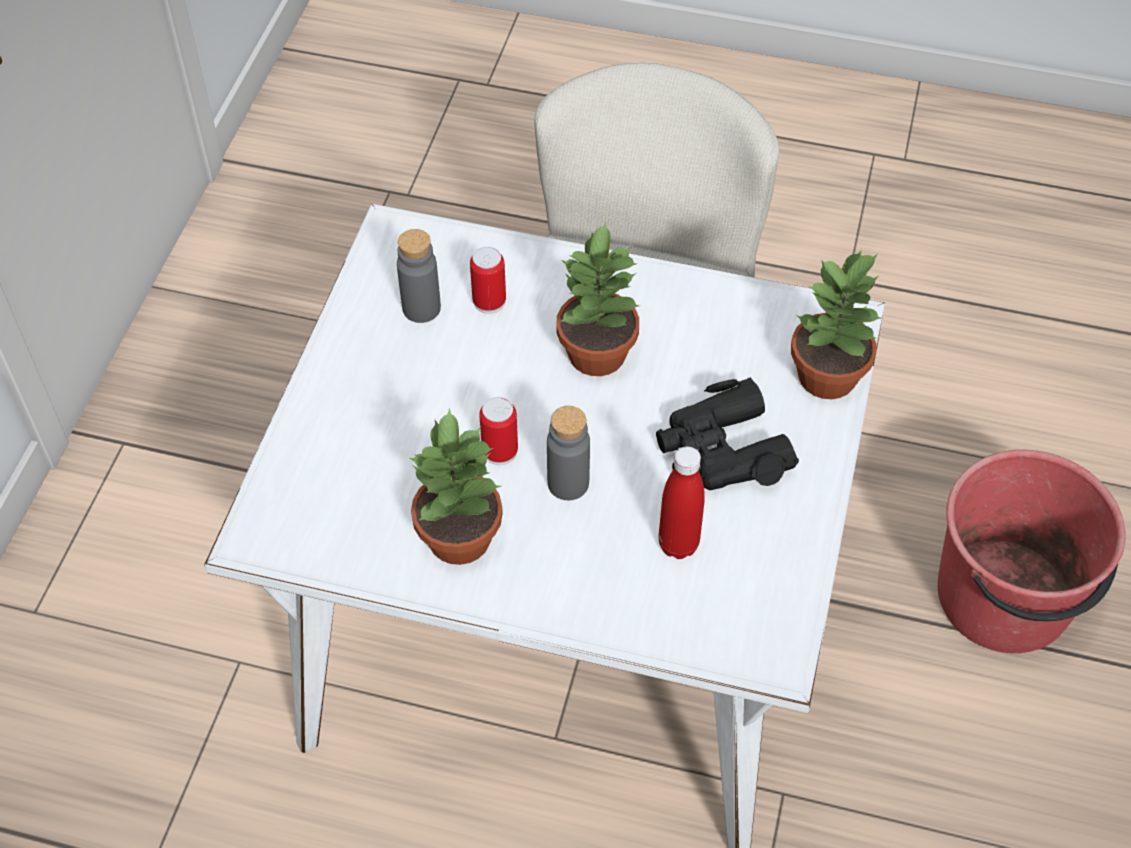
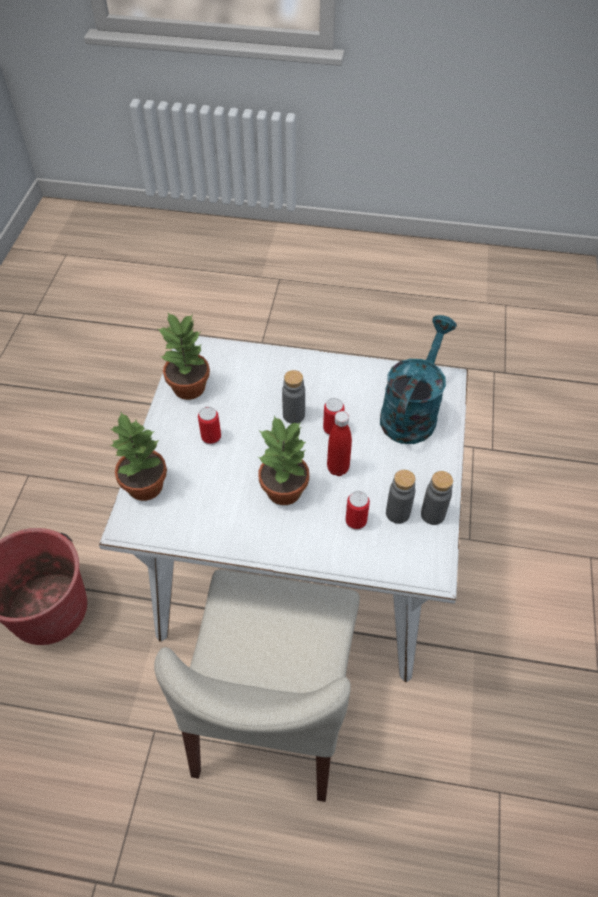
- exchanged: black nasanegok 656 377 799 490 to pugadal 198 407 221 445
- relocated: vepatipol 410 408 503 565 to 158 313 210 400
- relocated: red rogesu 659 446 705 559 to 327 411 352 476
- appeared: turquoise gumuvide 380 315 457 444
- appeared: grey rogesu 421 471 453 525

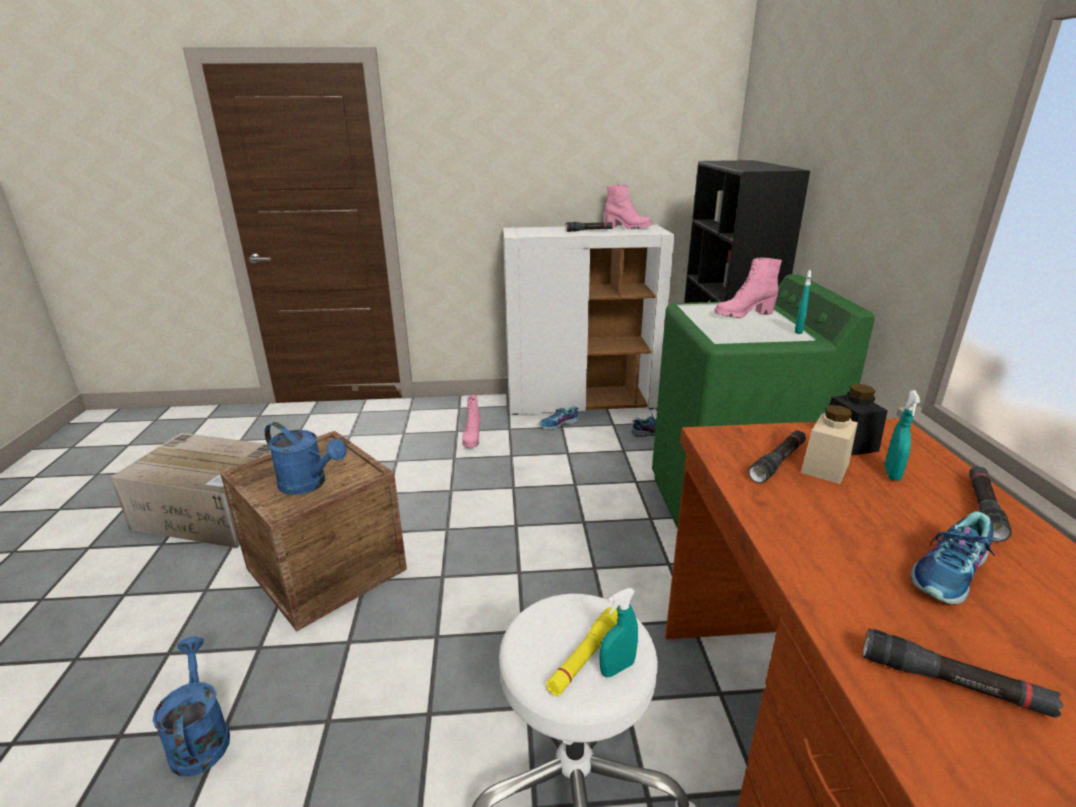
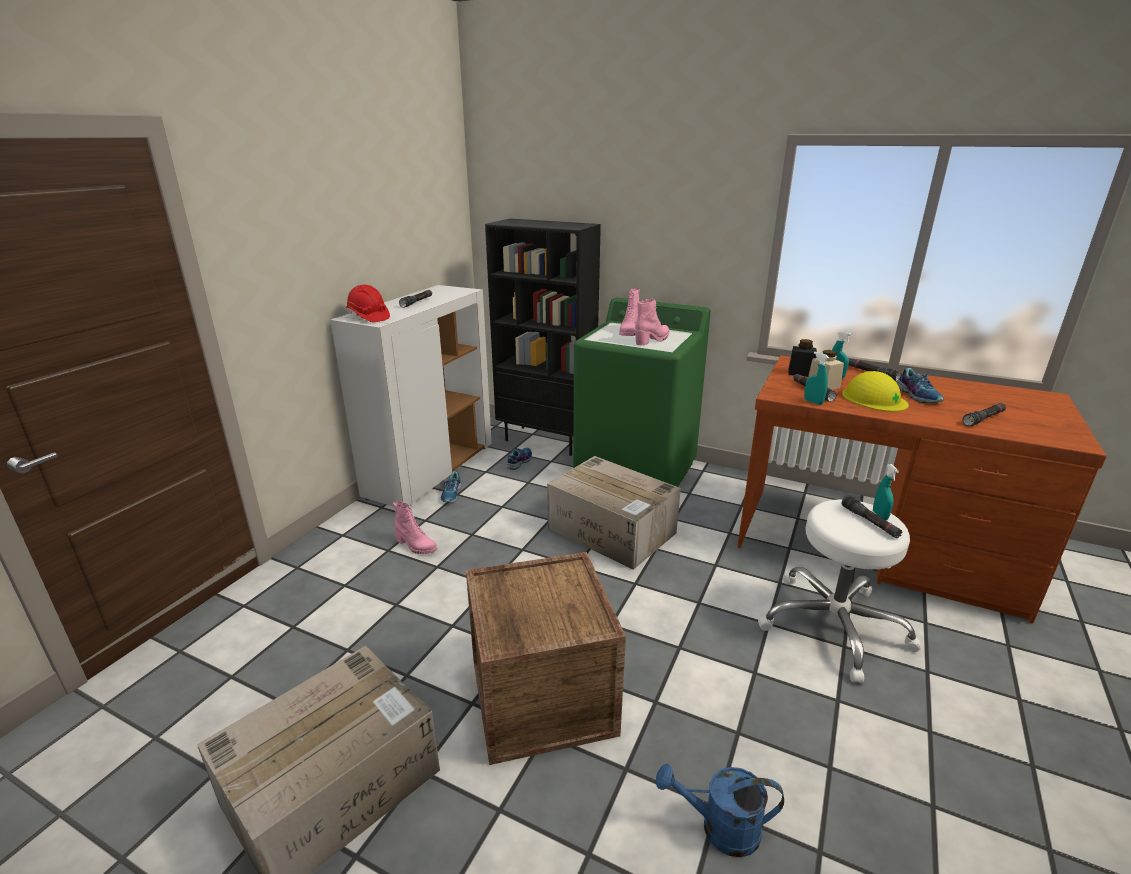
- relocated: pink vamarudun 605 185 652 229 to 635 298 669 345
- relocated: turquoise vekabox 795 270 811 334 to 804 352 829 405
- missing: blue gumuvide 265 422 347 495
- colour: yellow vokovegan 546 607 618 696 to black vokovegan 842 496 903 538
- appeared: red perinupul 346 285 390 322
- appeared: yellow perinupul 842 371 909 412
- appeared: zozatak 547 456 681 570

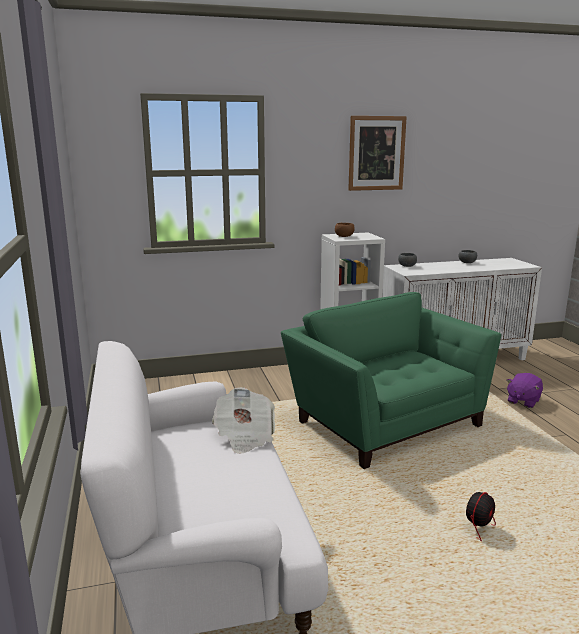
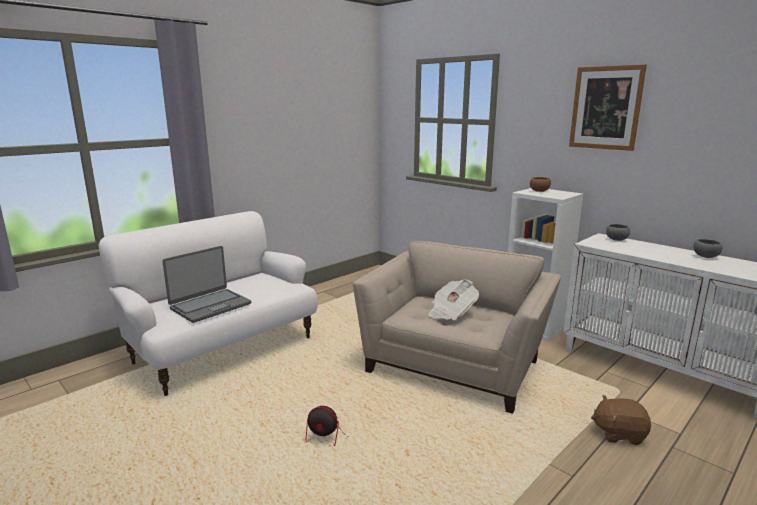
- colour: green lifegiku 281 292 501 469 to beige lifegiku 353 241 561 414
- colour: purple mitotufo 507 373 543 408 to brown mitotufo 591 395 651 445
- relocated: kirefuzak 212 387 275 454 to 428 280 479 320
- appeared: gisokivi 162 246 251 323

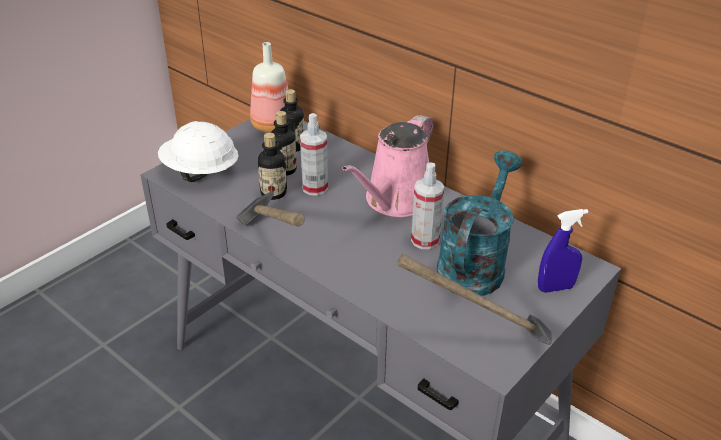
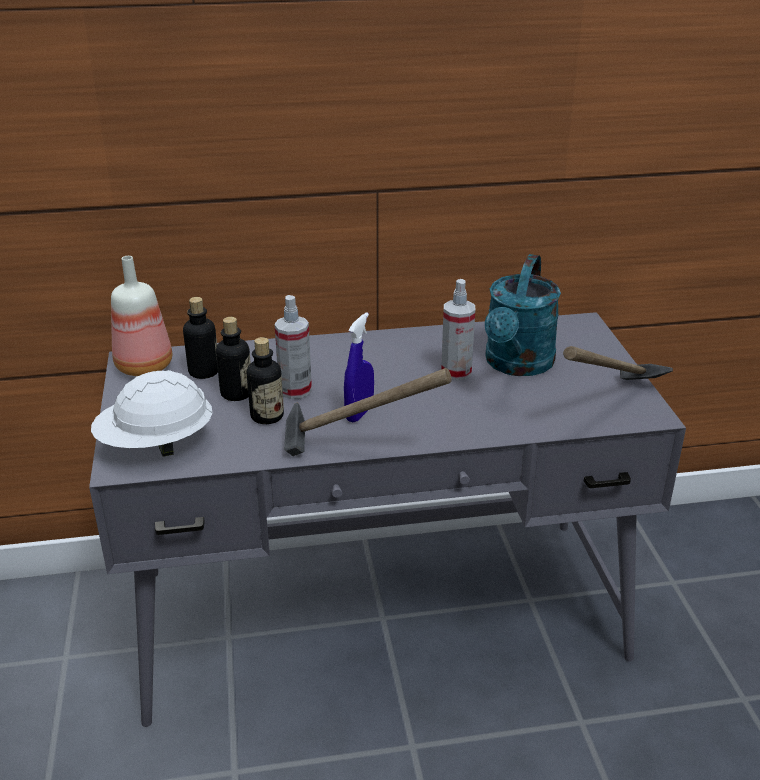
- missing: pink gumuvide 342 115 433 217
- spun: turquoise gumuvide 437 150 523 296 = 485 254 561 376 135 degrees counterclockwise
- relocated: blue vekabox 538 209 589 293 to 344 312 374 422

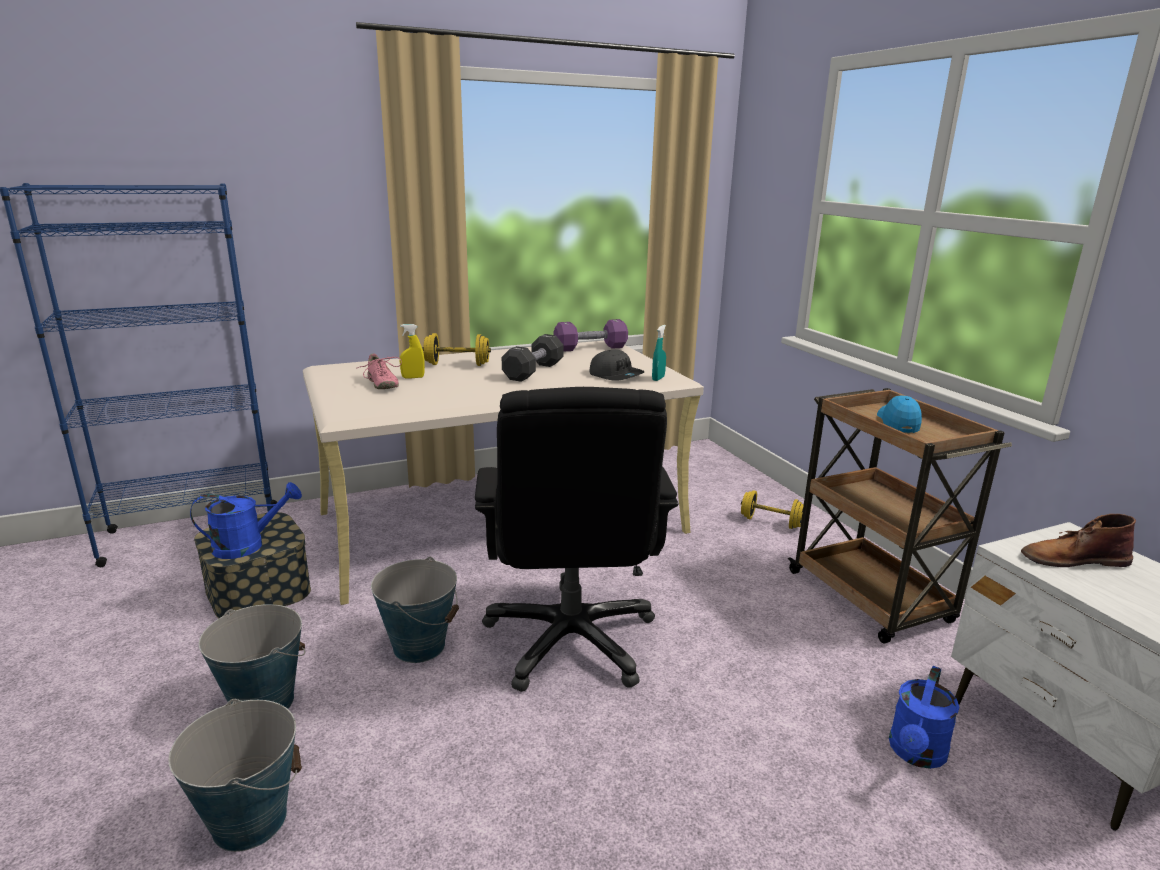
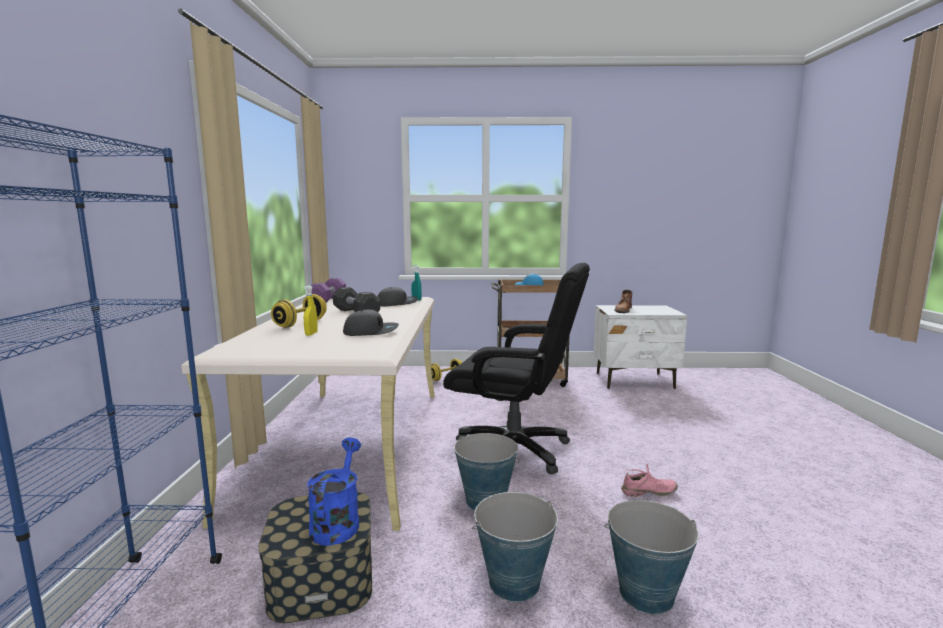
- relocated: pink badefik 356 353 402 389 to 621 464 678 497
- missing: blue gumuvide 889 666 959 769
- appeared: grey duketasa 343 310 399 336

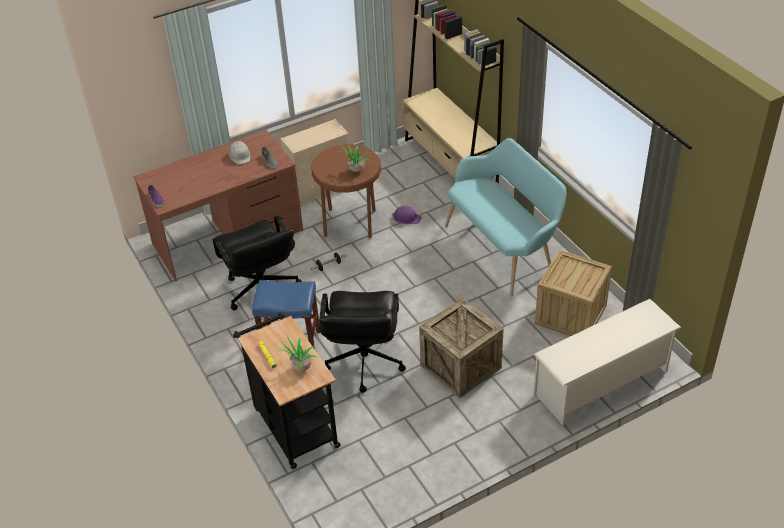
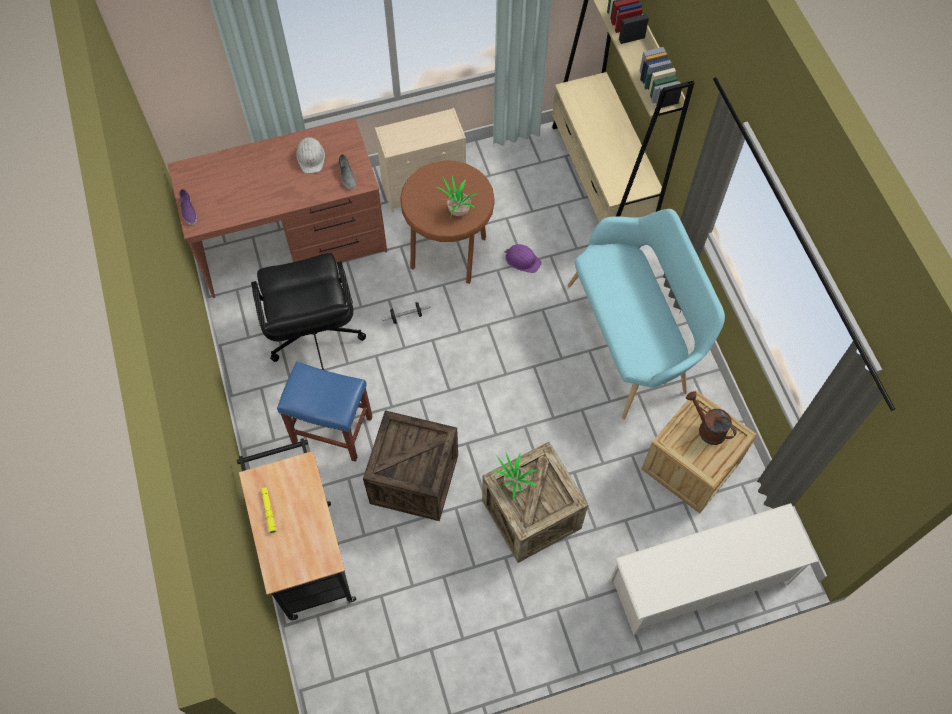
- exchanged: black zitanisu 319 291 406 393 to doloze 363 410 458 521
- relocated: vepatipol 276 337 317 371 to 490 451 536 503
- appeared: brown gumuvide 686 391 737 445

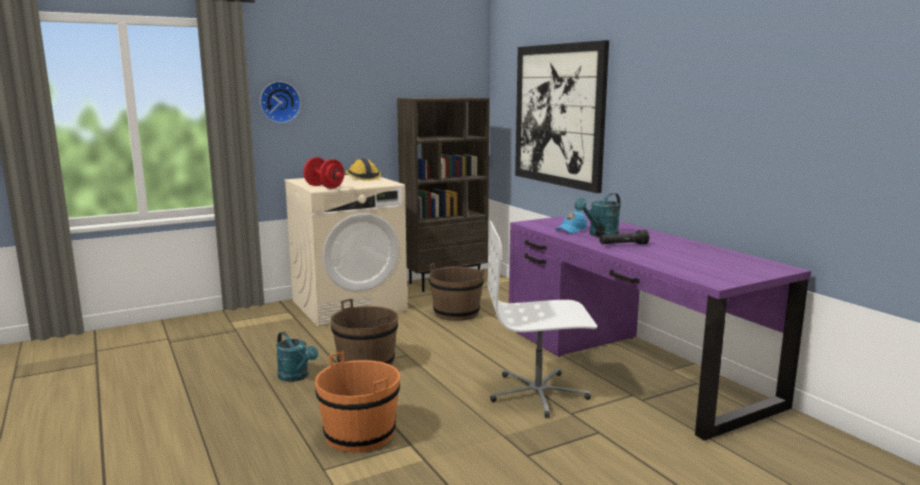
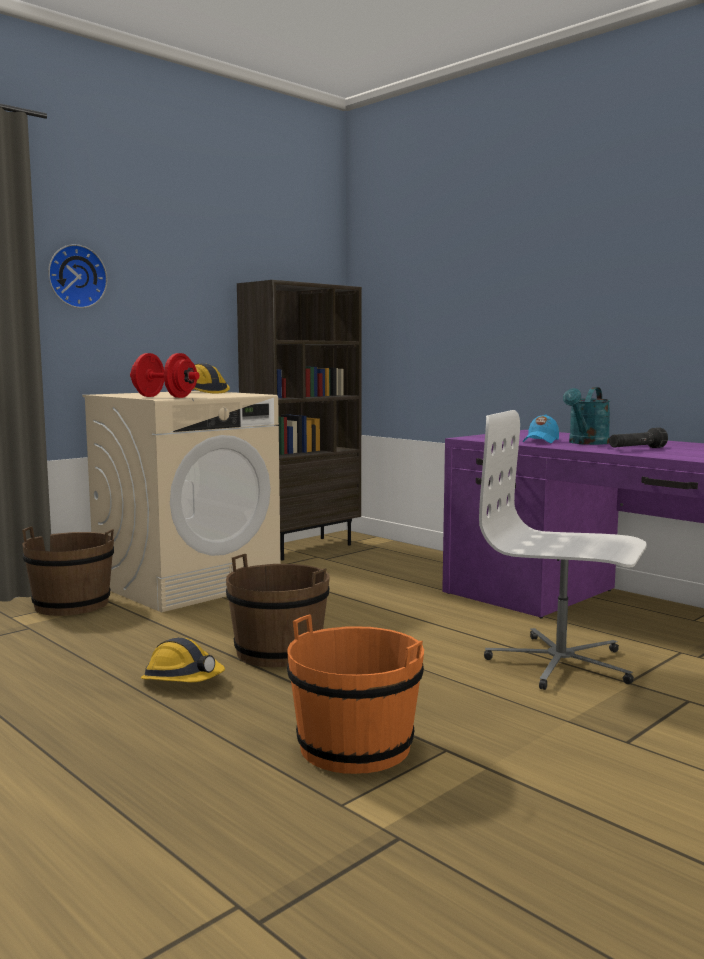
- missing: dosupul 515 40 609 193
- spun: white zitanisu 488 221 597 418 = 479 410 647 690 45 degrees clockwise
- relocated: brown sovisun 429 263 485 321 to 22 526 114 616
- exchanged: turquoise gumuvide 276 332 318 382 to perinupul 141 637 225 682

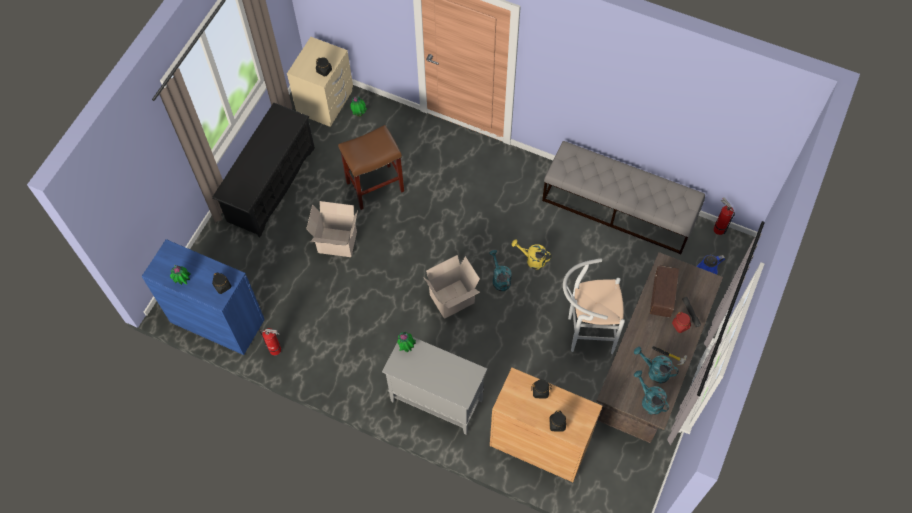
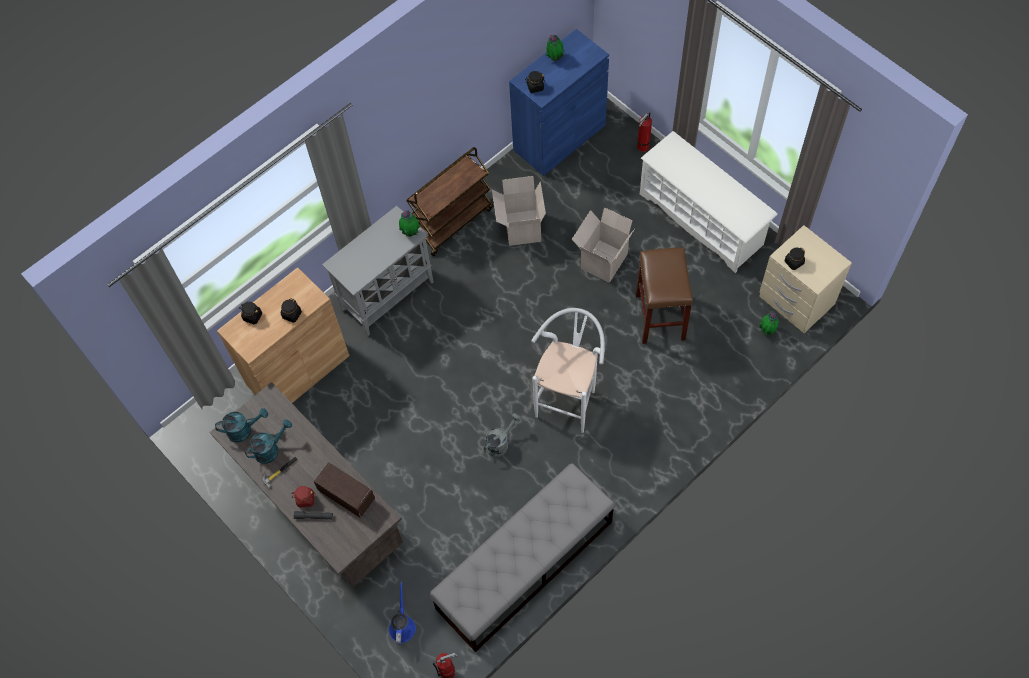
- colour: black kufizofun 212 103 315 237 to white kufizofun 640 131 778 273
- colour: yellow gumuvide 511 240 552 269 to grey gumuvide 484 413 521 457
- missing: turquoise gumuvide 489 250 512 291
- relocated: zozatak 424 255 480 319 to 492 176 546 246
- relocated: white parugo 563 258 625 354 to 531 308 605 433
- relocated: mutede 259 328 281 355 to 637 112 652 152
- appeared: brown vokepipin 406 147 493 256

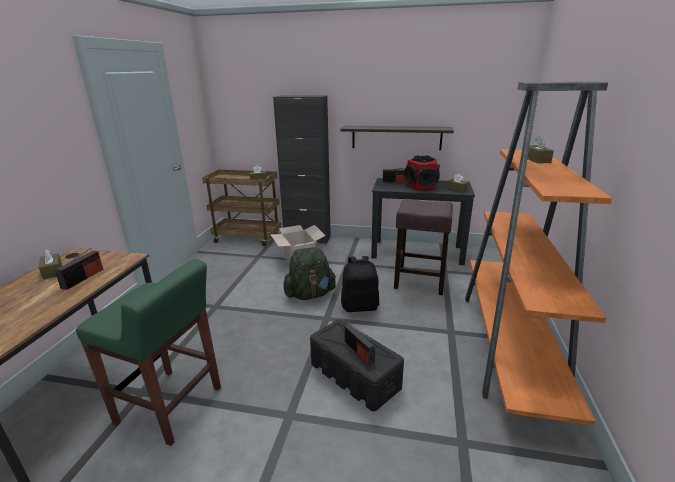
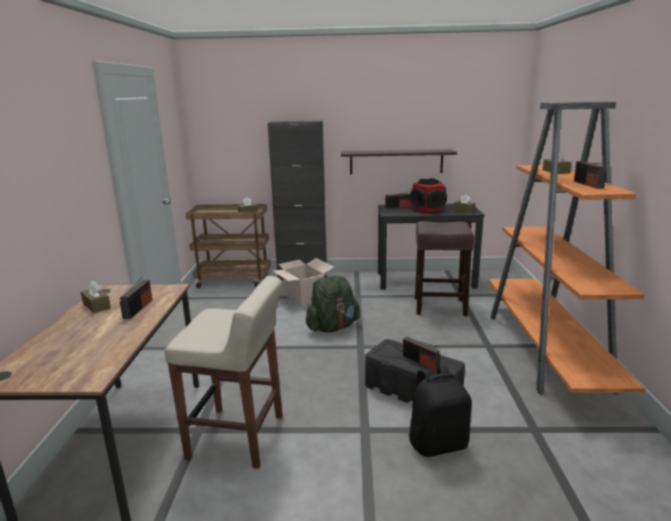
- relocated: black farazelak 341 256 379 312 to 409 366 472 457
- colour: green parugo 76 259 221 446 to beige parugo 165 276 283 469
- appeared: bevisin 574 161 607 189

